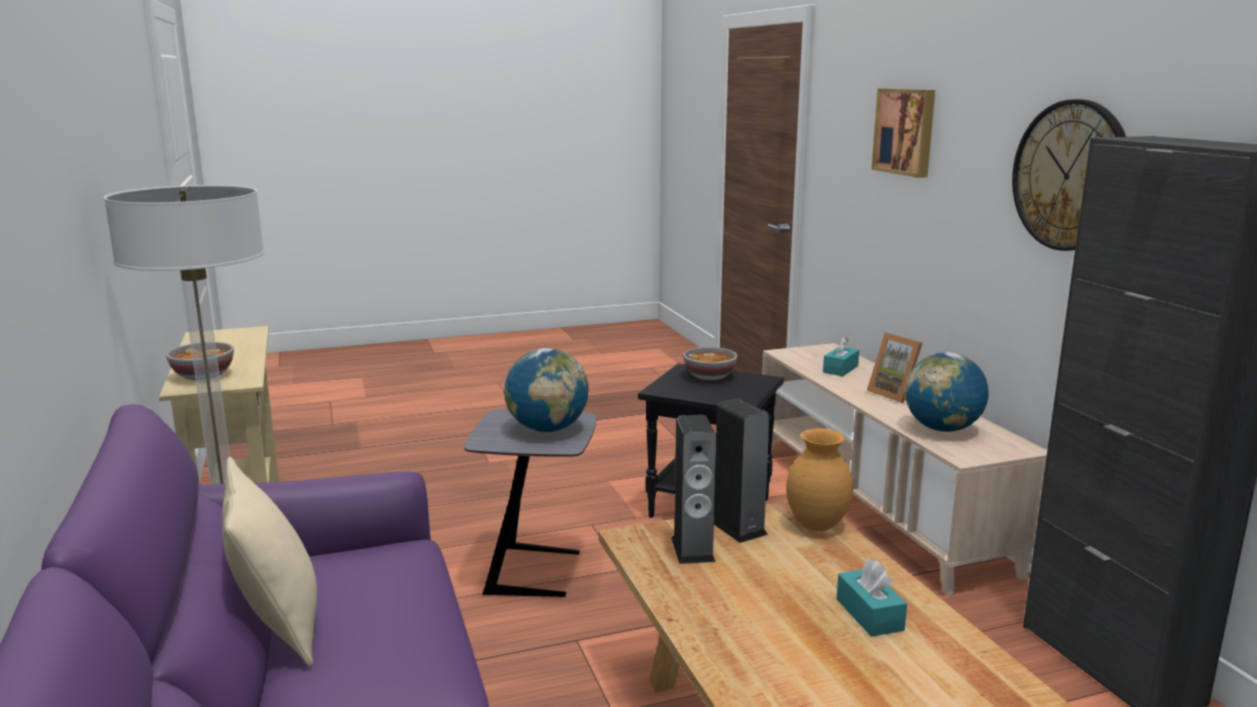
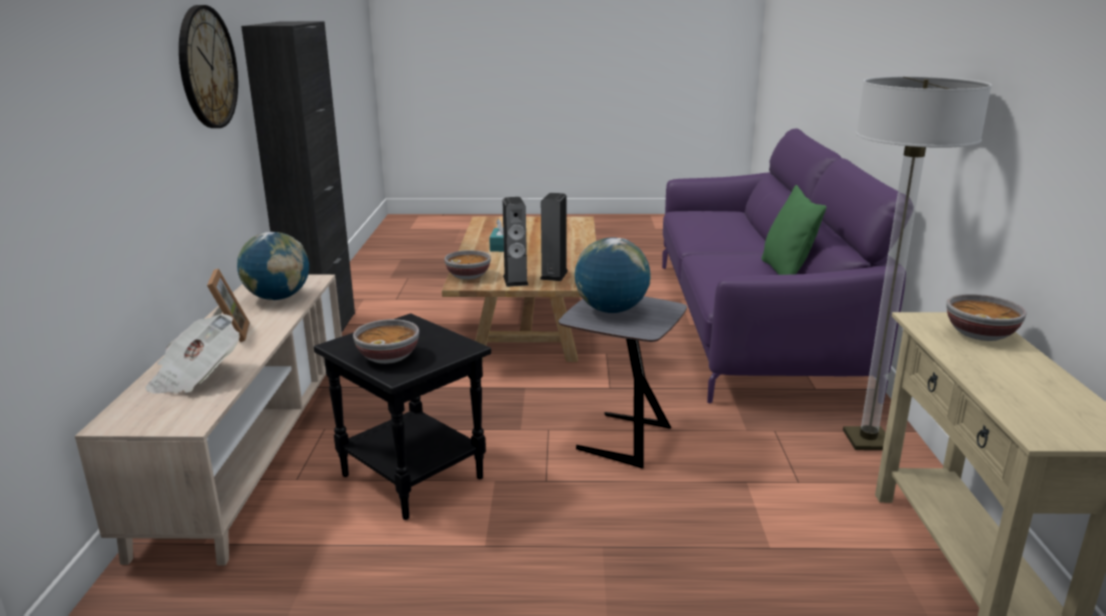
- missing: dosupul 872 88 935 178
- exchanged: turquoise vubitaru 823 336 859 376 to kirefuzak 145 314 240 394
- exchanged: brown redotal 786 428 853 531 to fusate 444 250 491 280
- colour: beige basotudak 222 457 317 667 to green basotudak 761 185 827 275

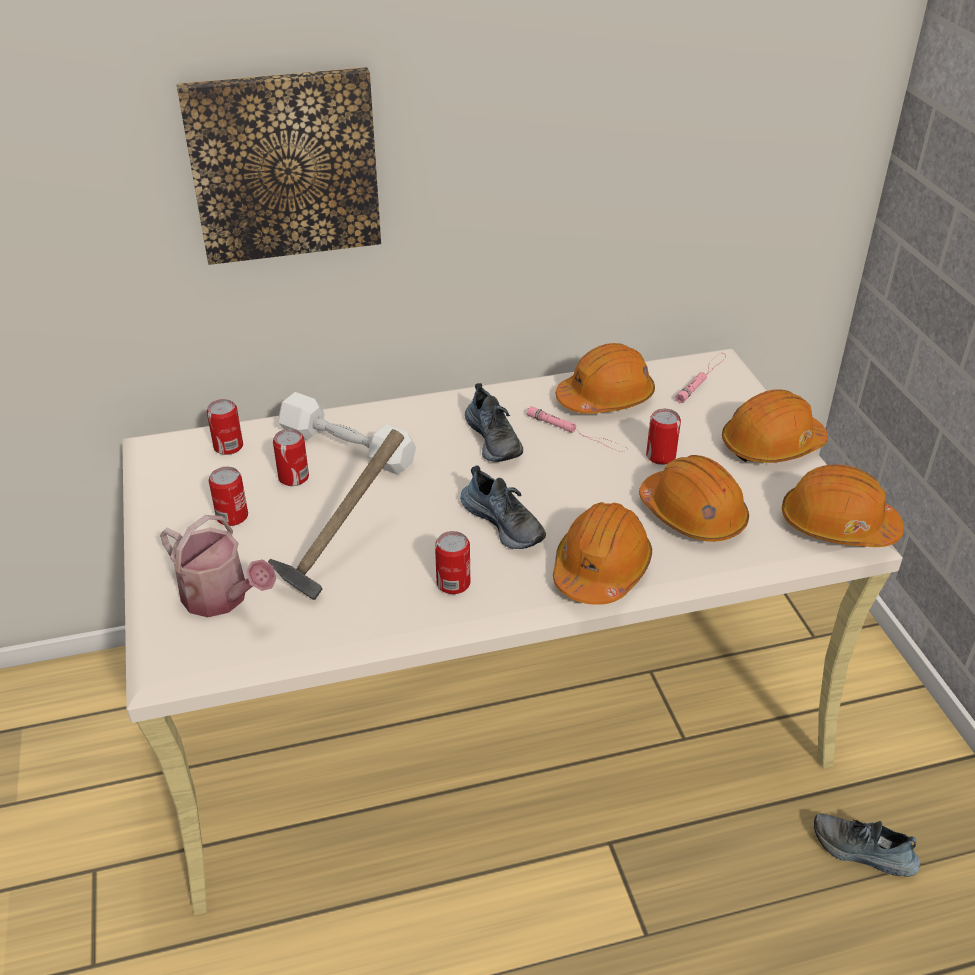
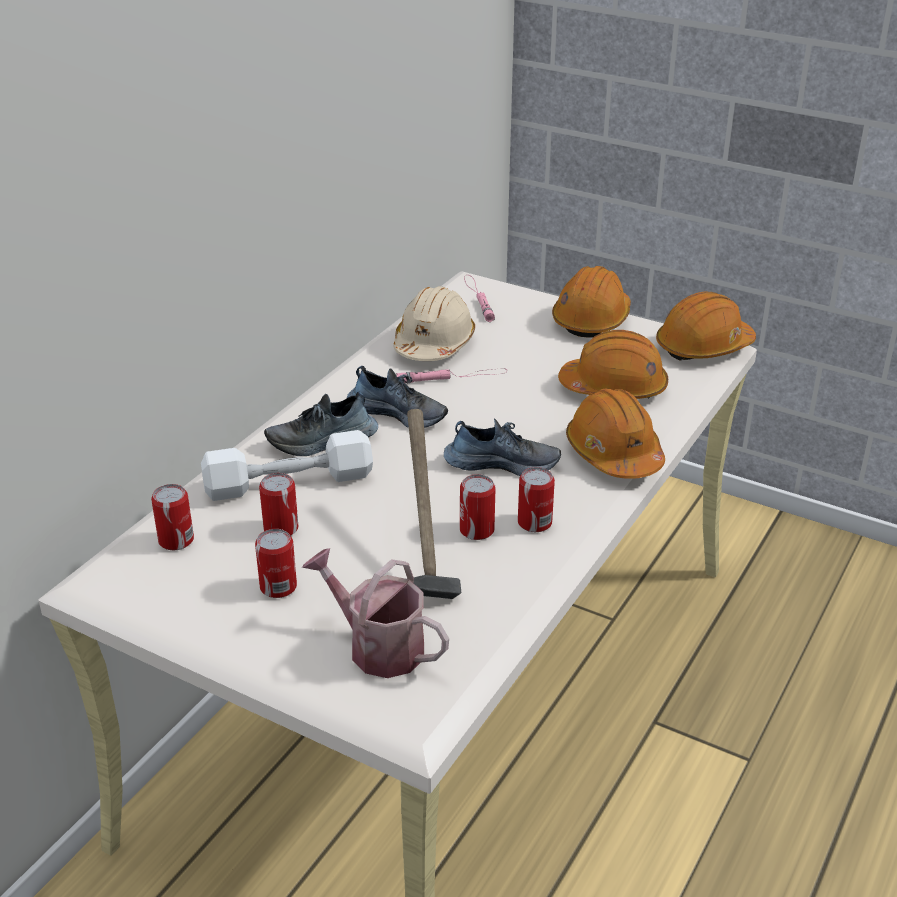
- missing: dosupul 177 67 381 265
- colour: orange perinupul 556 343 655 414 to beige perinupul 393 286 475 361
- relocated: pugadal 646 409 681 465 to 460 474 496 540
- spun: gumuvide 160 515 276 617 = 302 548 449 678 135 degrees counterclockwise
- relocated: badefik 814 813 920 877 to 264 392 378 456

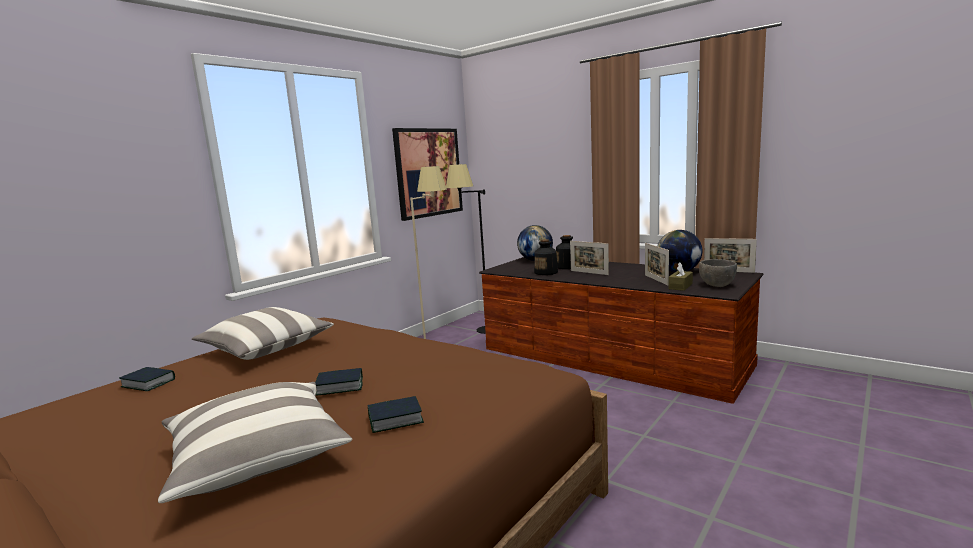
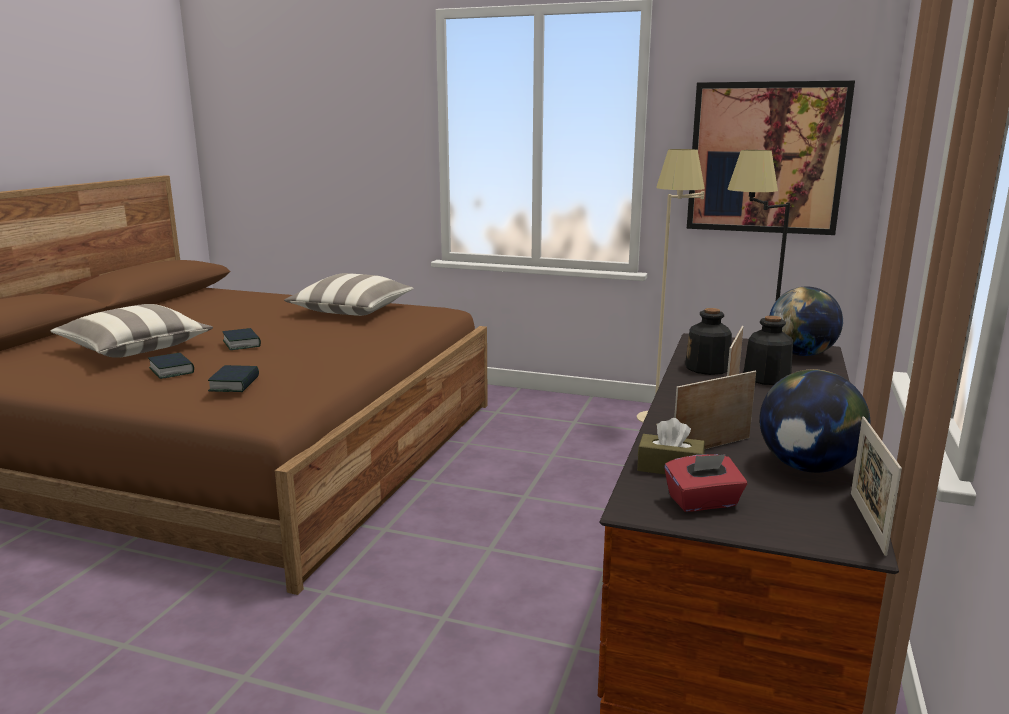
- exchanged: grey fusate 699 259 737 287 to red vubitaru 664 454 747 512
- relocated: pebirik 119 367 175 391 to 208 365 259 392

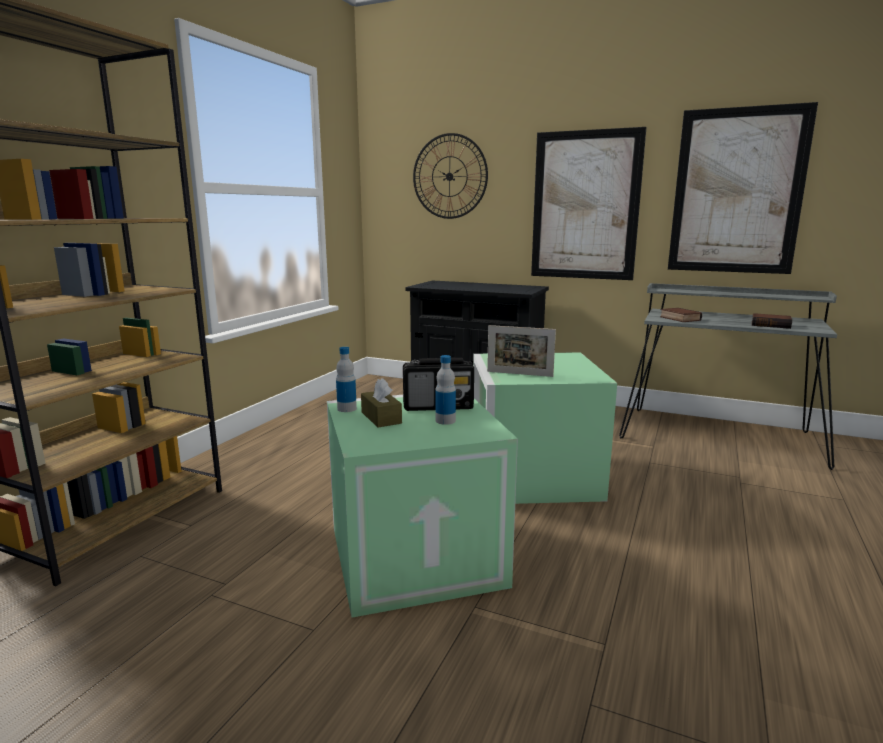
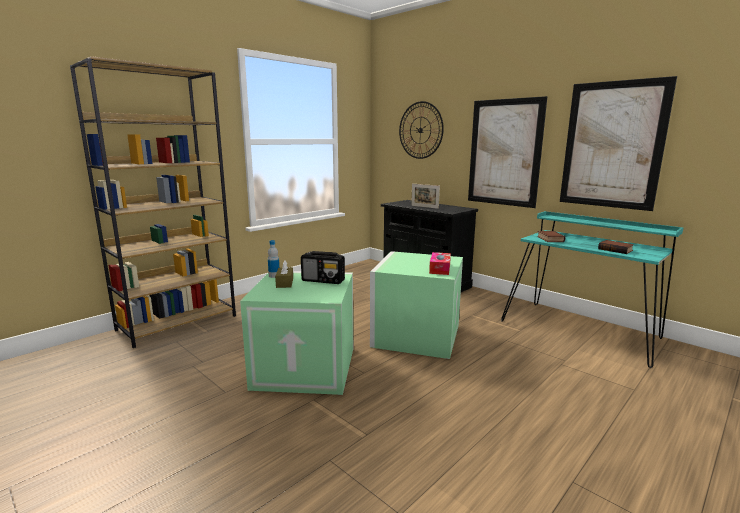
- colour: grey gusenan 619 283 837 470 to turquoise gusenan 501 211 683 368
- relocated: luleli 487 325 556 377 to 411 184 440 209
- missing: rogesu 435 355 456 425
- appeared: vubitaru 429 252 451 275

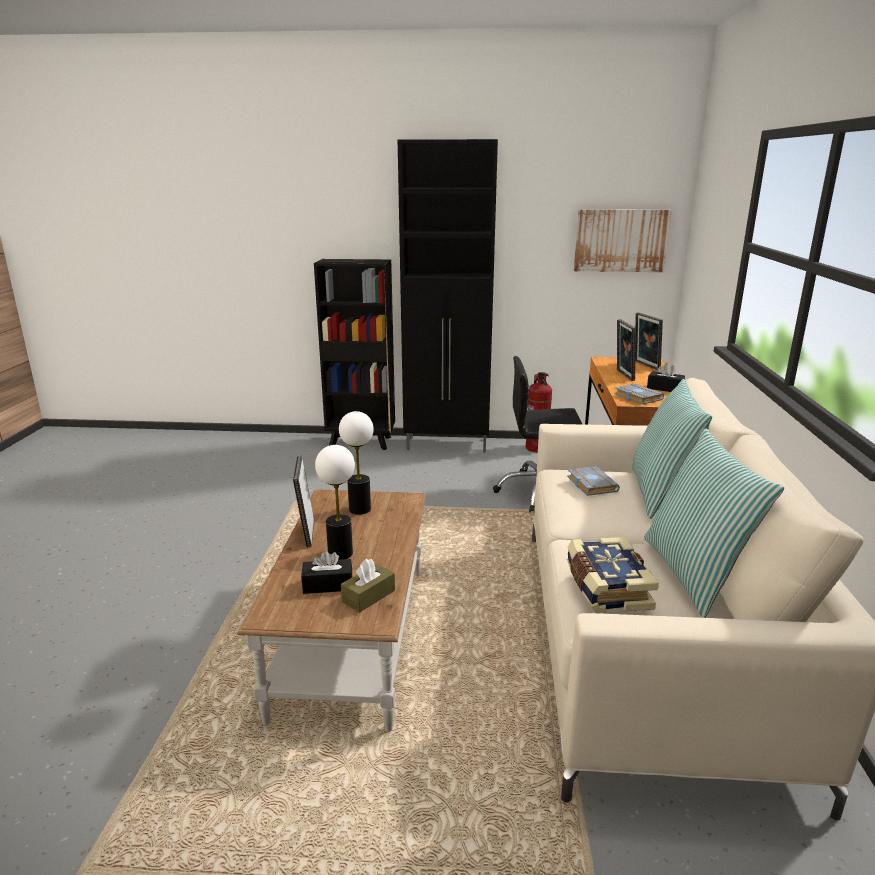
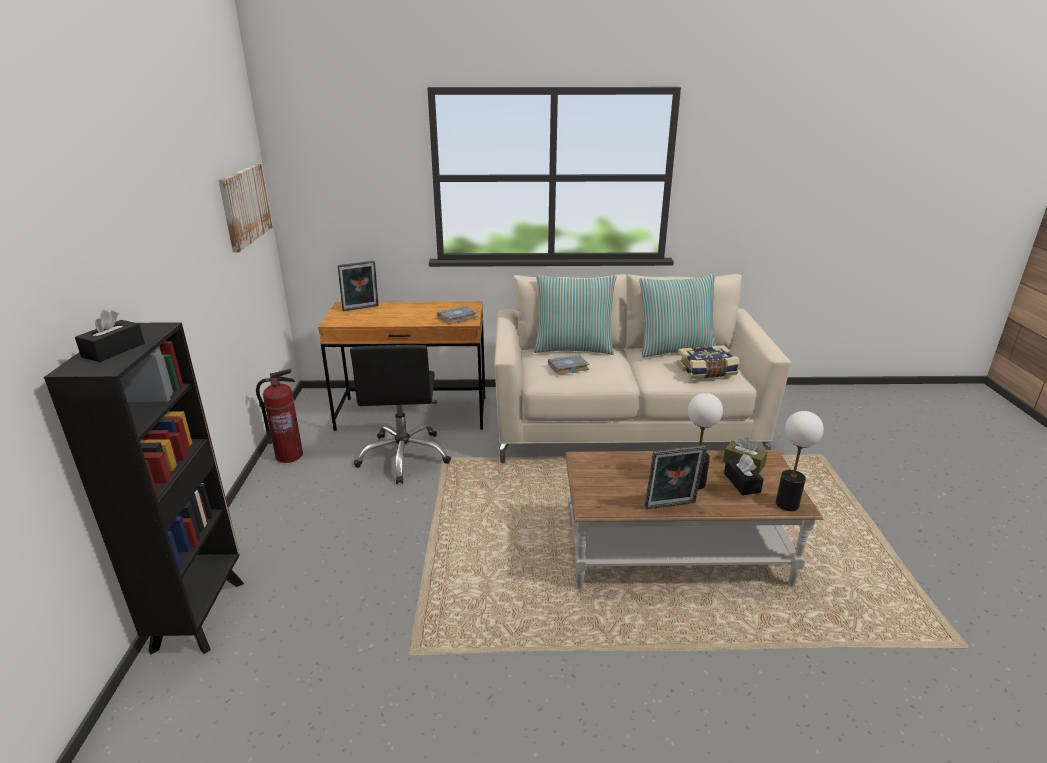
- missing: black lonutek 398 139 498 452
- missing: luleli 617 319 636 381
- relocated: black vubitaru 647 362 685 392 to 75 310 145 362
- relocated: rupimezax 339 411 374 515 to 776 411 824 511

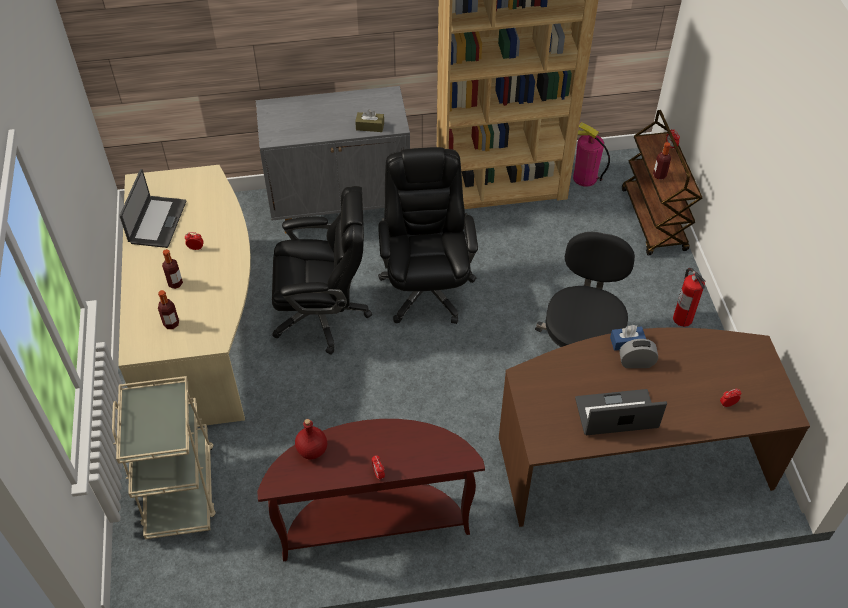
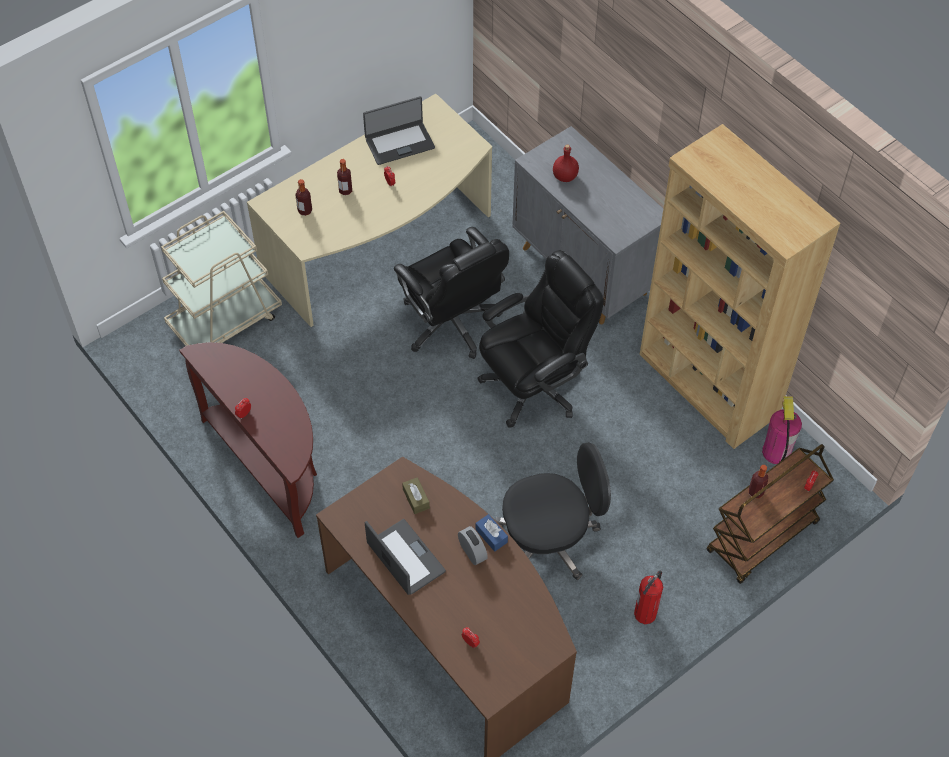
- relocated: brown vubitaru 355 110 384 132 to 402 477 430 514
- relocated: red rogesu 295 419 327 460 to 553 144 579 182

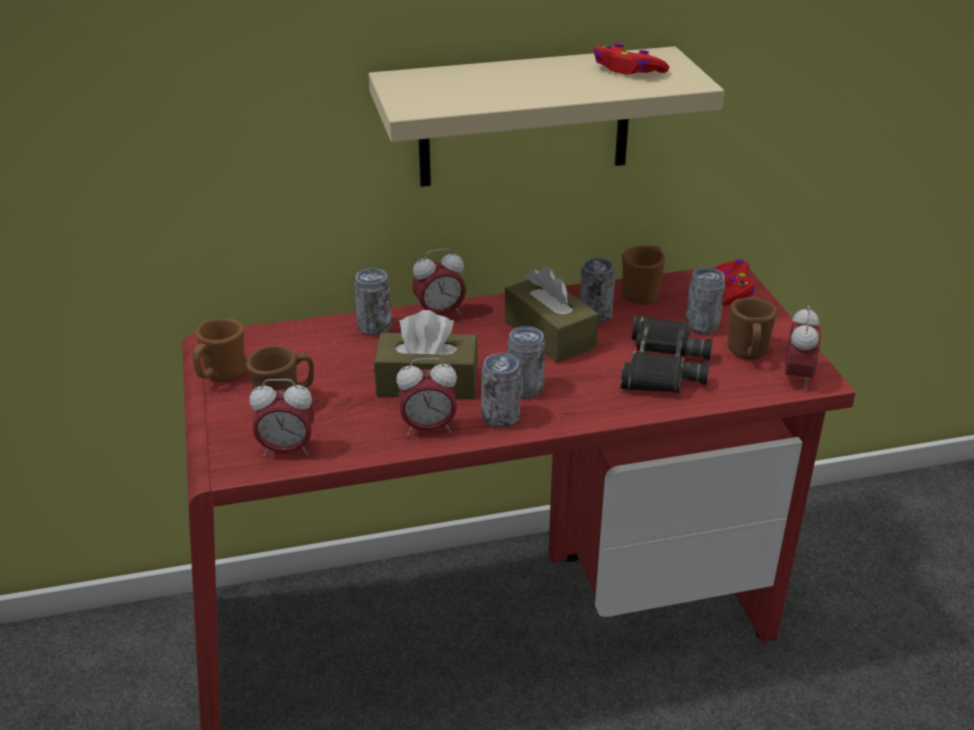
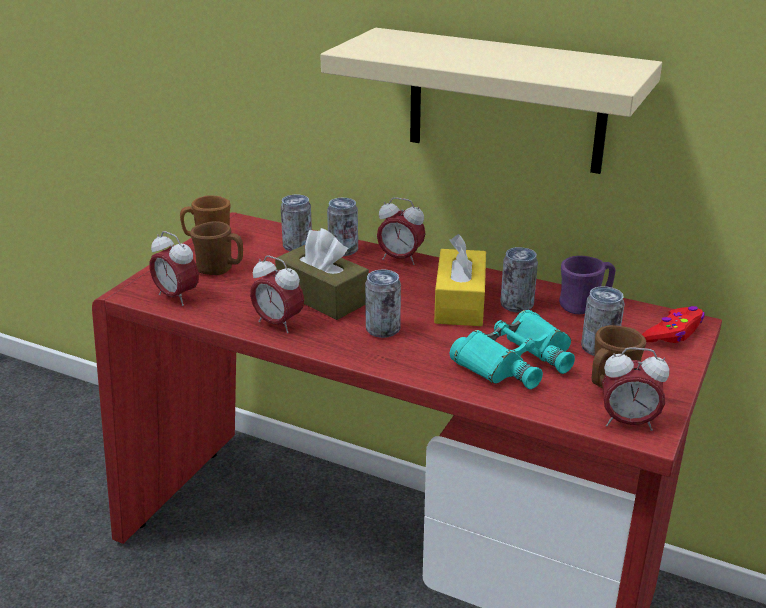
- missing: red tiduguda 593 43 670 75
- colour: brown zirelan 621 245 665 305 to purple zirelan 559 256 615 314
- colour: brown vubitaru 505 266 599 363 to yellow vubitaru 434 234 486 326
- spun: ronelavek 785 306 821 390 = 602 347 669 431 45 degrees clockwise
- colour: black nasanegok 620 315 713 393 to turquoise nasanegok 450 310 575 389
- relocated: pugadal 481 353 521 428 to 281 195 312 252

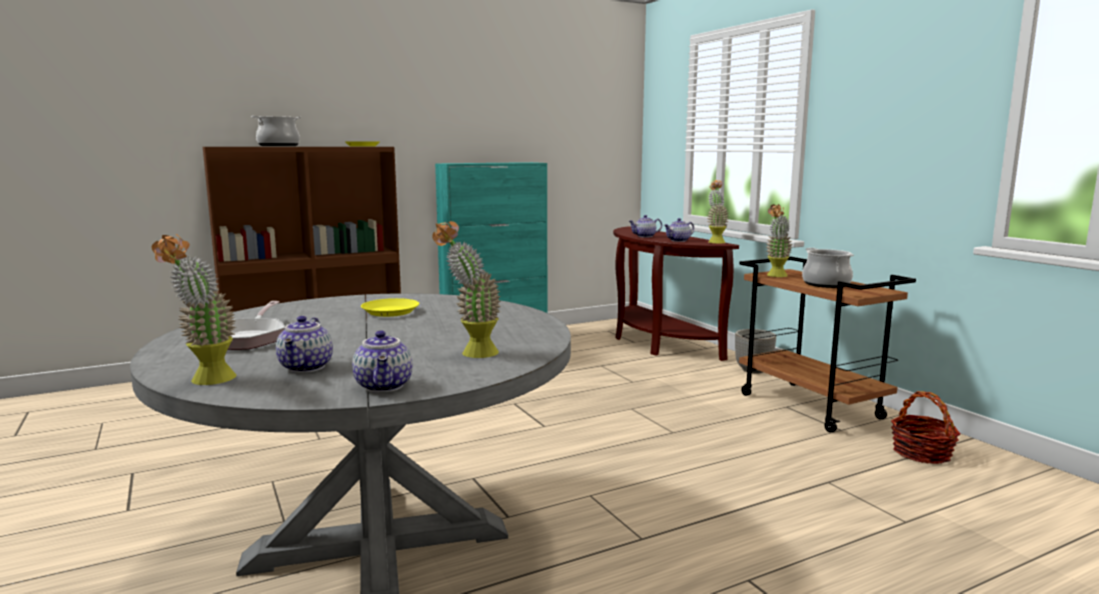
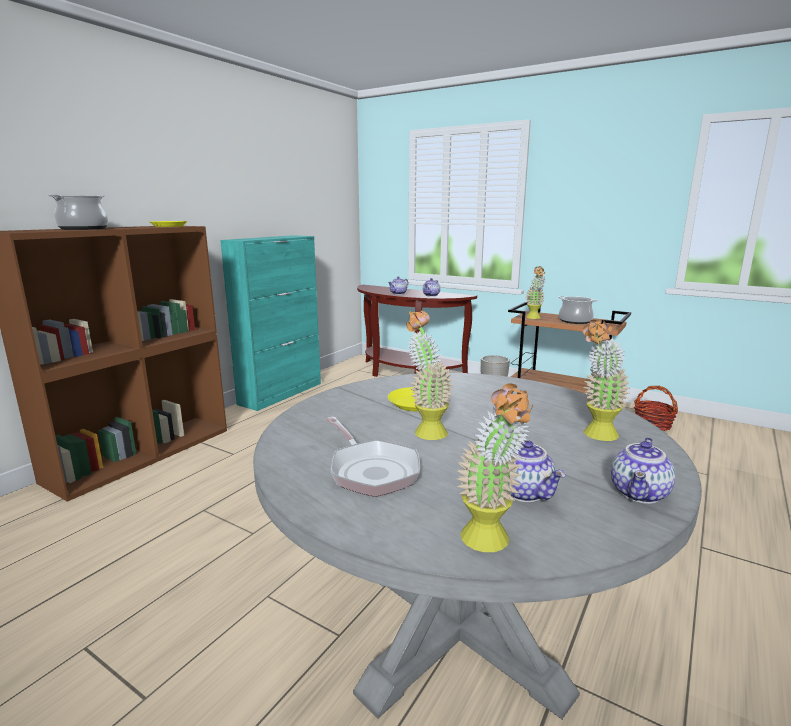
- relocated: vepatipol 707 180 729 244 to 406 311 454 440
- spun: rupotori 352 330 412 393 = 611 437 675 504 75 degrees clockwise

